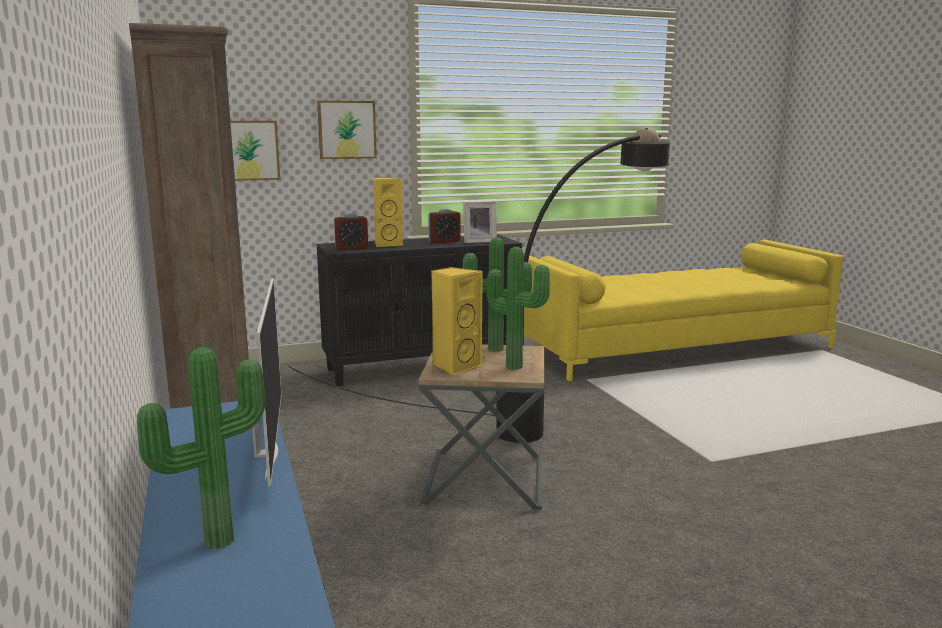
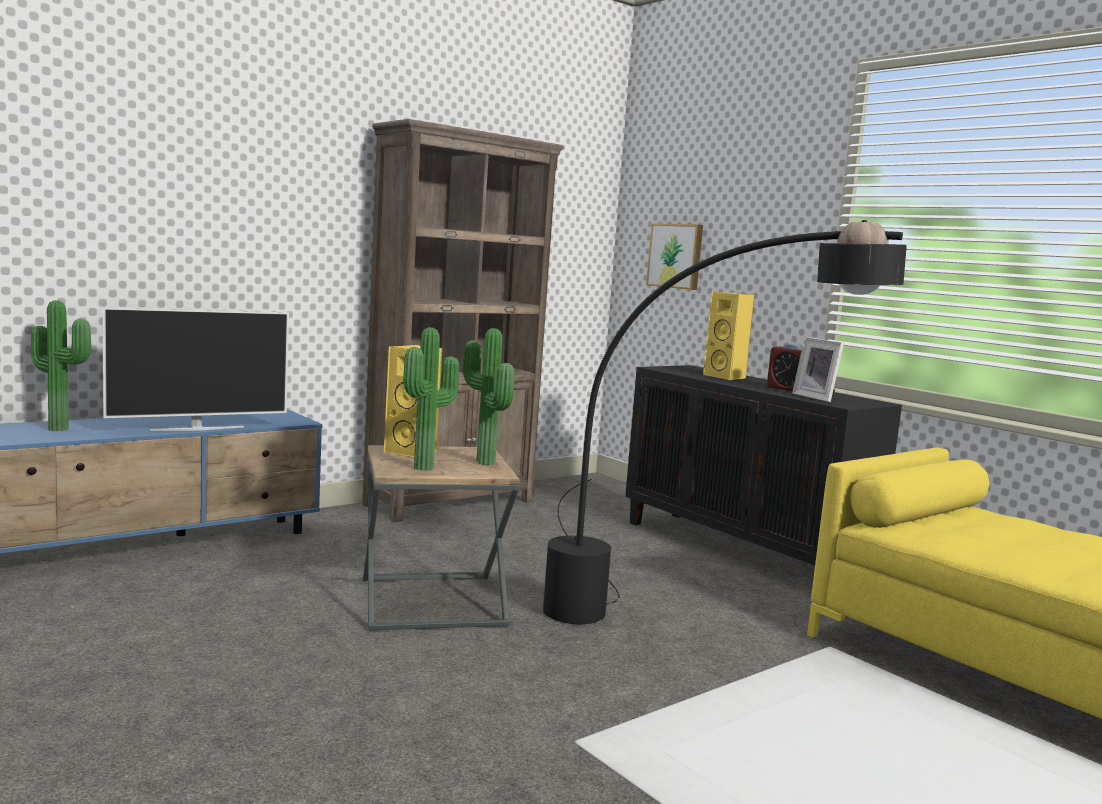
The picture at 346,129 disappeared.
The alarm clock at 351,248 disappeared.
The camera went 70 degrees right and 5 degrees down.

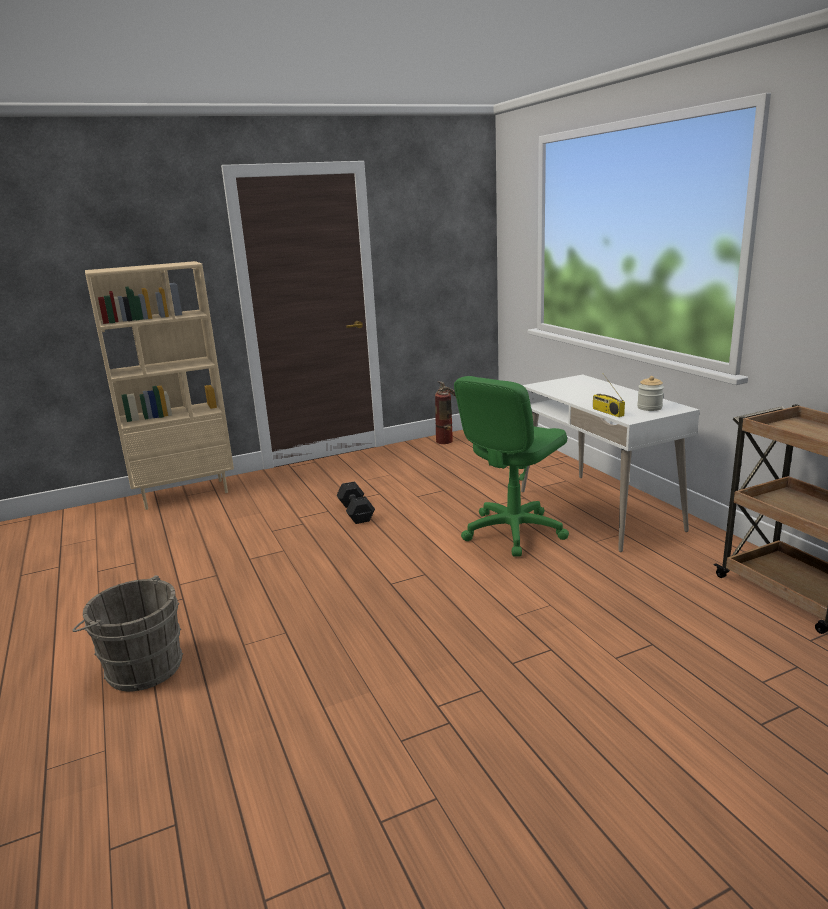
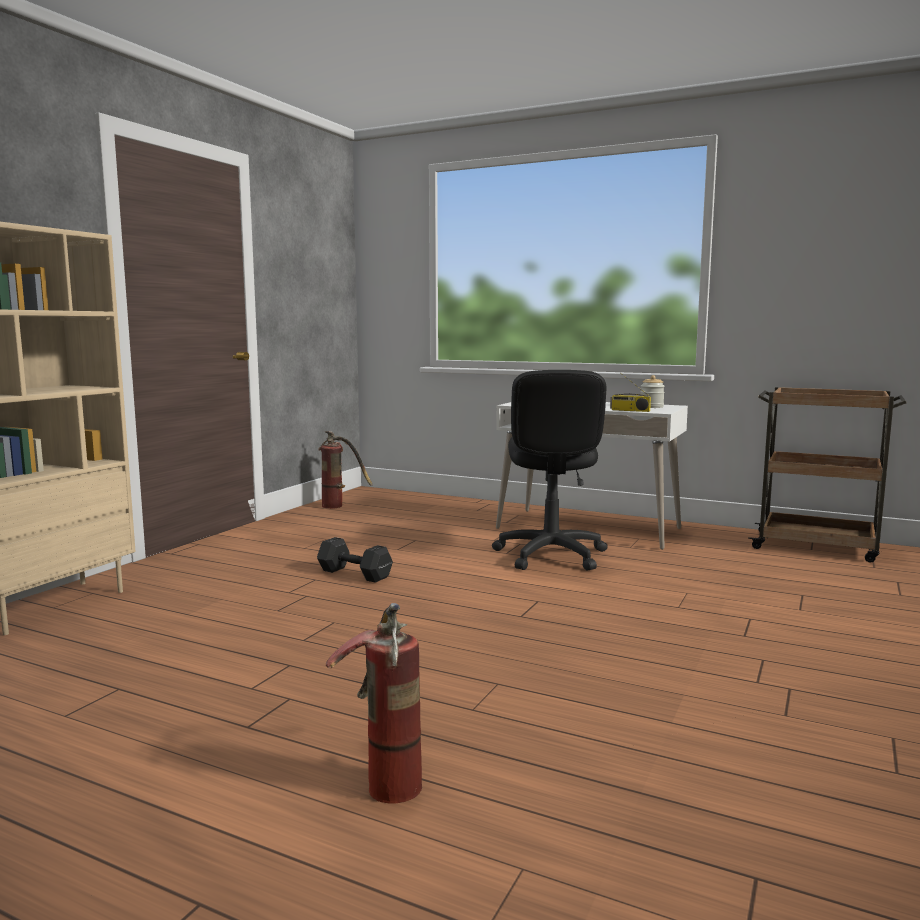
The bucket (grey) at 140,667 was replaced by the fire extinguisher at 382,777.
The office chair (green) at 513,532 became the office chair (black) at 550,555.
The camera went 40 degrees left and 10 degrees down.

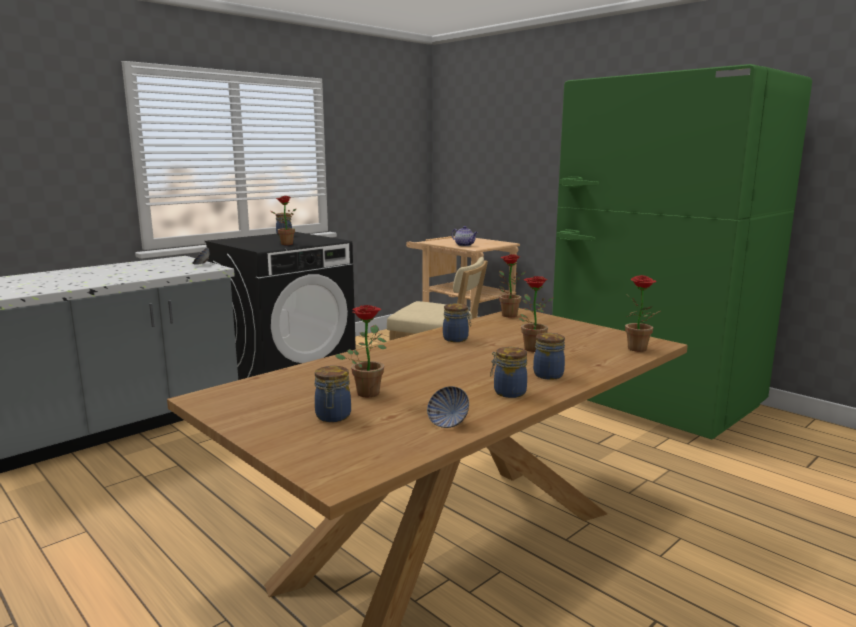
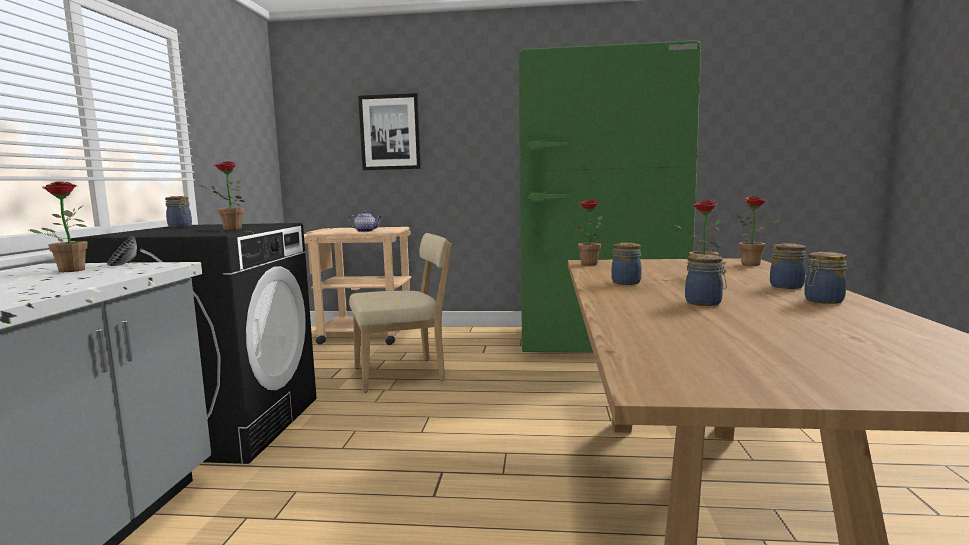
The bowl at 448,423 disappeared.
The picture at 390,132 appeared.
The jar moved from 333,417 to 704,303.
The potted plant moved from 367,391 to 70,270.
The camera went 40 degrees left and 5 degrees down.

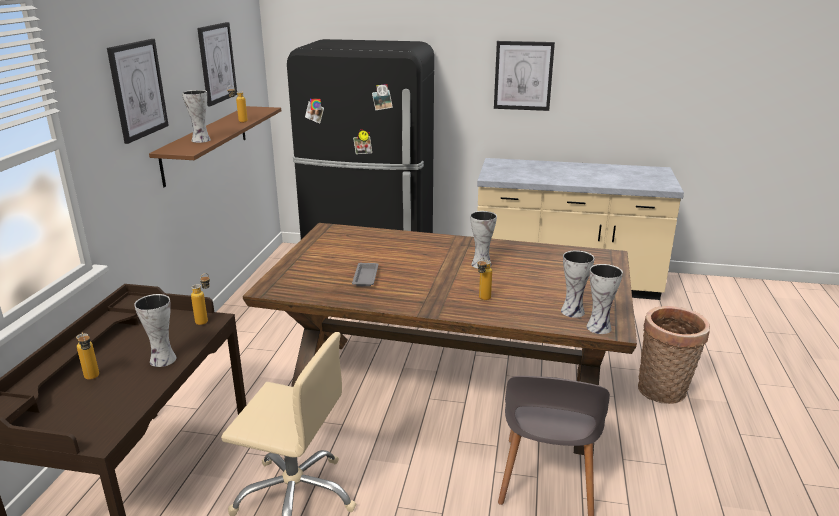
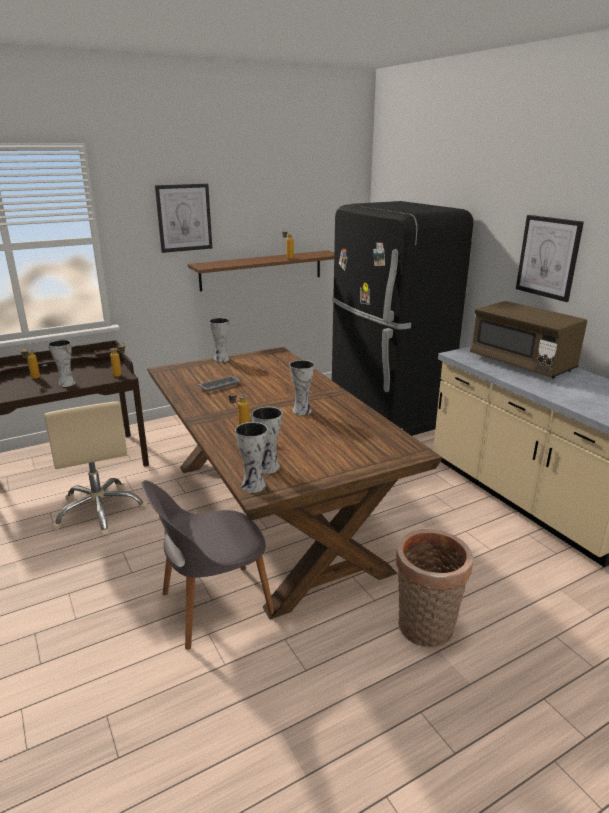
The picture at 217,63 disappeared.
The microwave (brown) at 521,364 appeared.
The vase moved from 200,140 to 220,359.
The camera went 50 degrees right and 0 degrees up.

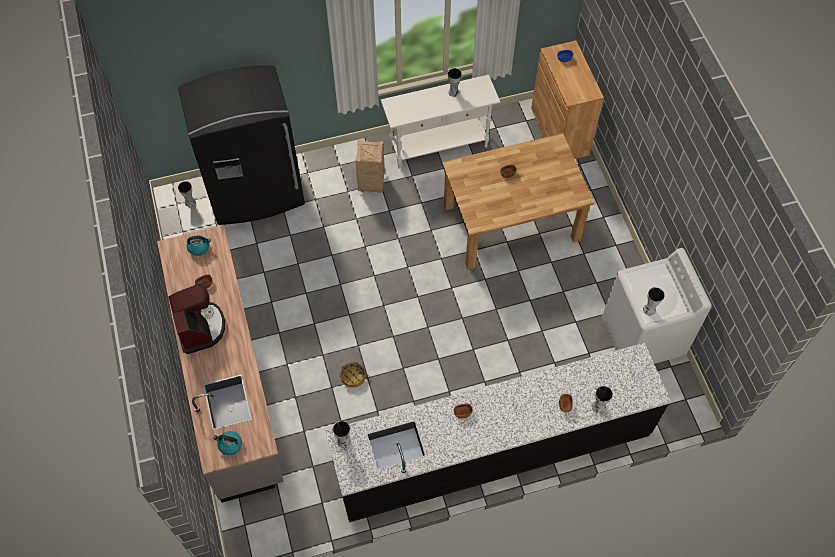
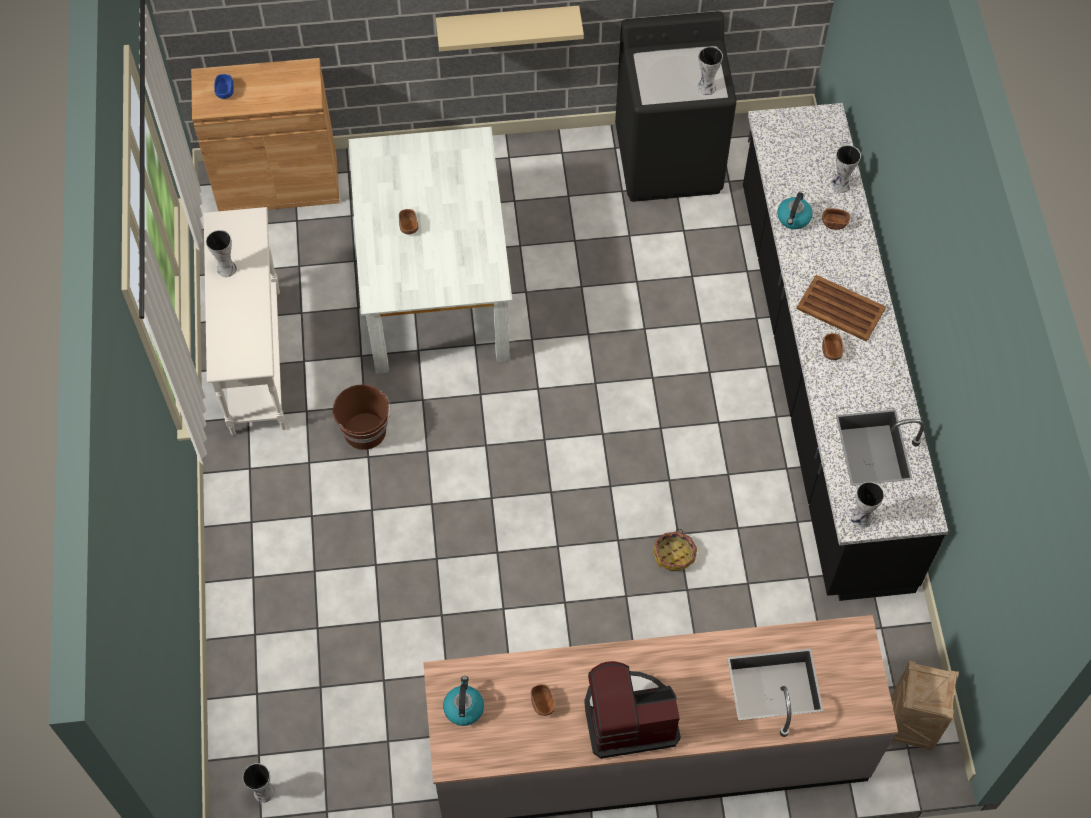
The fridge (black) at 256,193 disappeared.
The bucket (brown) at 365,431 appeared.
The shelf (beige) at 508,24 appeared.
The tray (brown) at 841,309 appeared.
The kettle moved from 230,445 to 793,218.
The crate moved from 371,184 to 911,726.
The dining table (brown) at 510,223 became the dining table (white) at 436,285.
The washing machine (white) at 642,337 became the washing machine (black) at 669,160.
The camera went 80 degrees left and 0 degrees up.

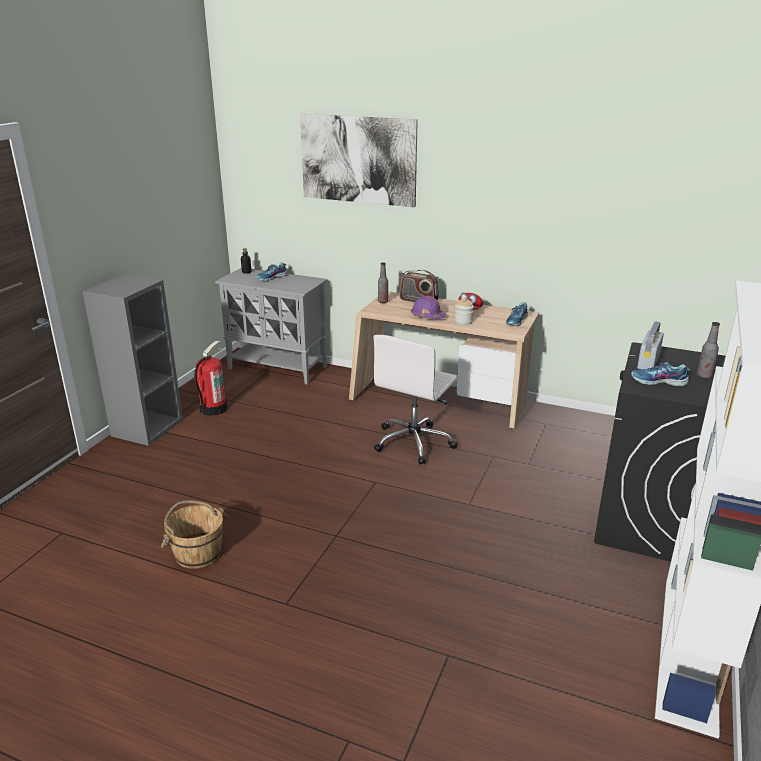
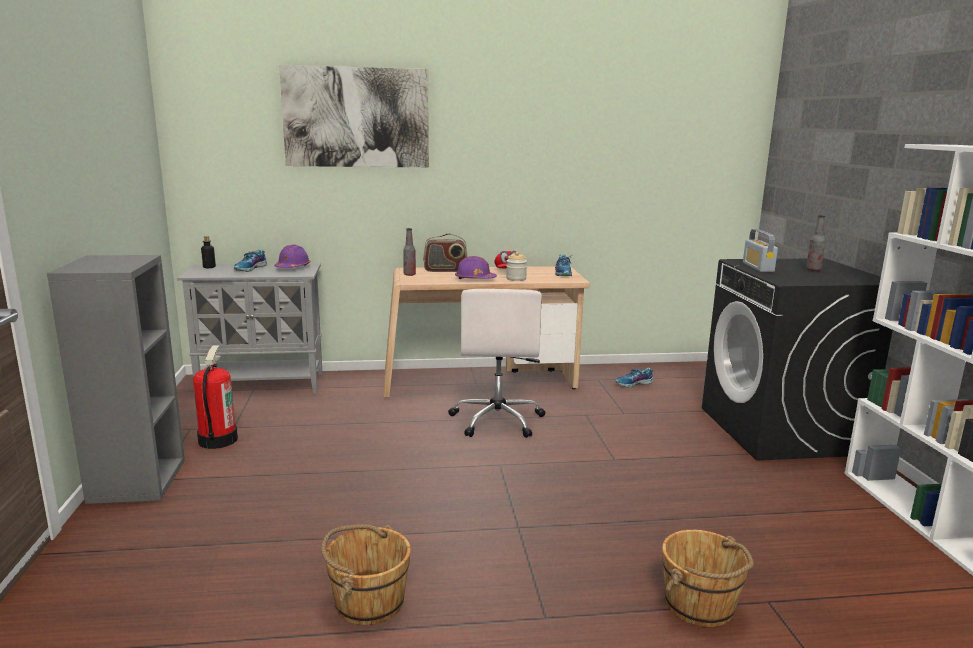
The hard hat (purple) at 292,267 appeared.
The bucket (brown) at 700,605 appeared.
The shoe moved from 658,382 to 634,383.
The camera went 30 degrees left and 10 degrees down.

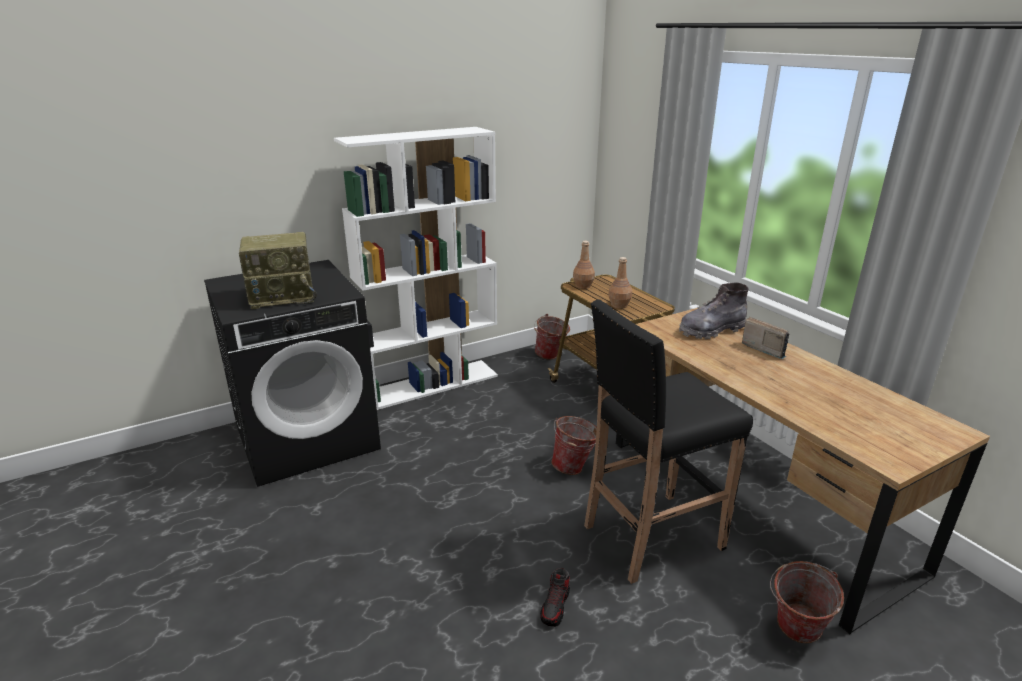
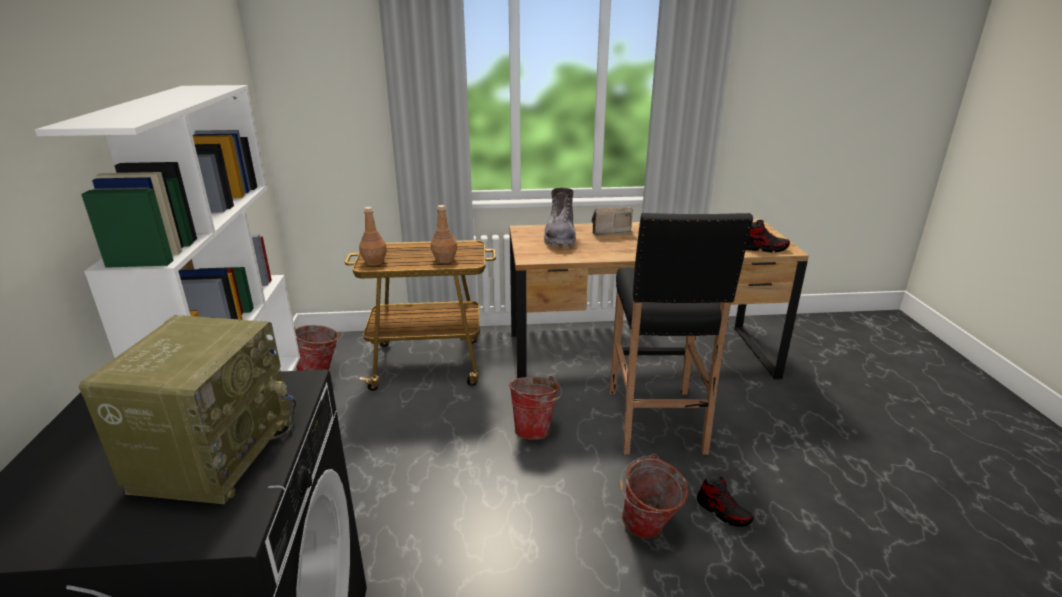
The shoe at 763,248 appeared.
The bucket moved from 793,633 to 648,531.
The camera went 65 degrees left and 0 degrees up.

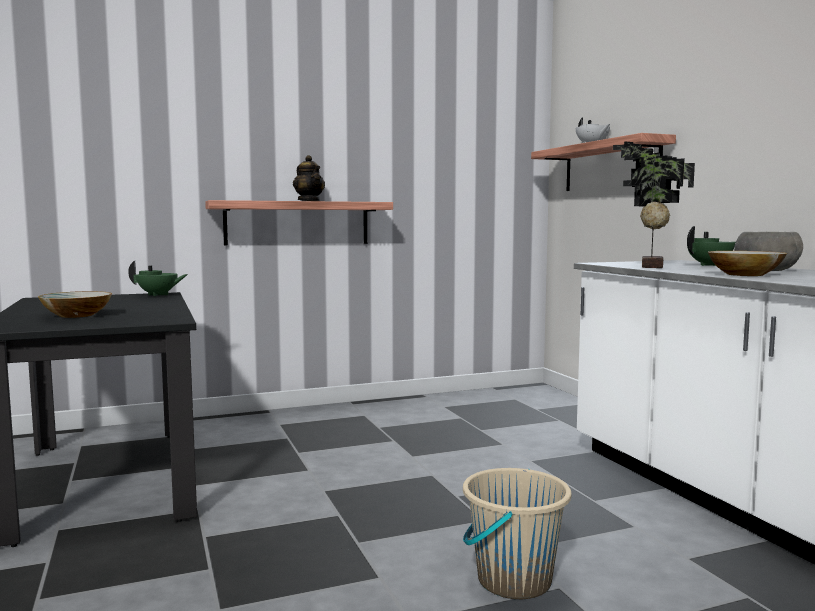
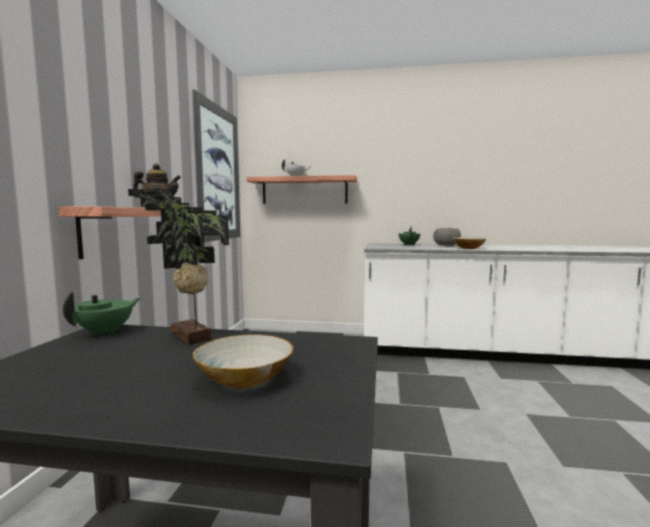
The bucket (beige) at 513,580 disappeared.
The picture at 218,173 appeared.
The potted plant moved from 649,266 to 188,337.
The camera went 60 degrees left and 0 degrees up.

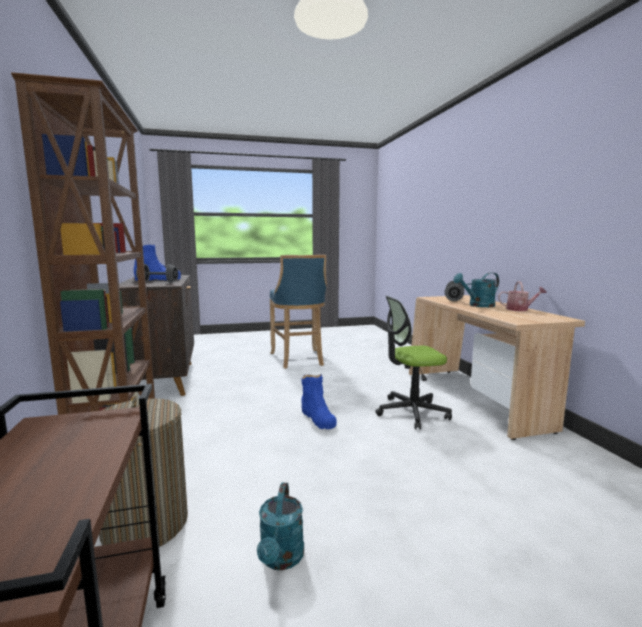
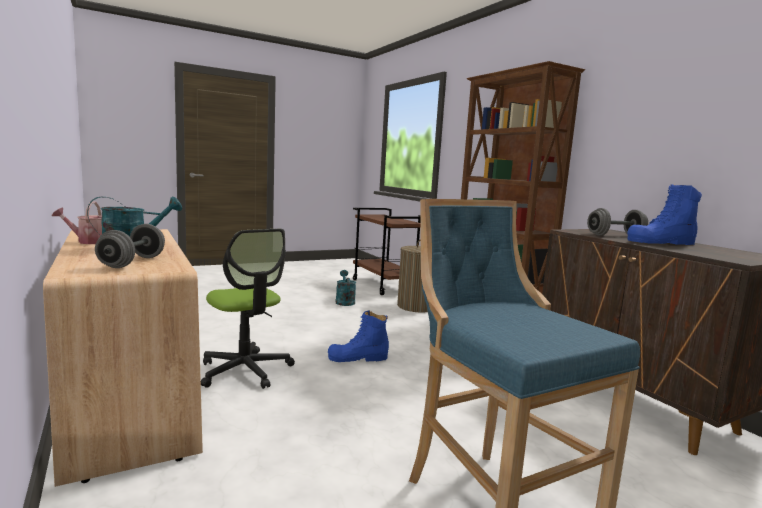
The boot (blue) at 318,418 turned 60 degrees counterclockwise.
The office chair at 411,412 turned 75 degrees clockwise.
The camera went 165 degrees right and 0 degrees up.

